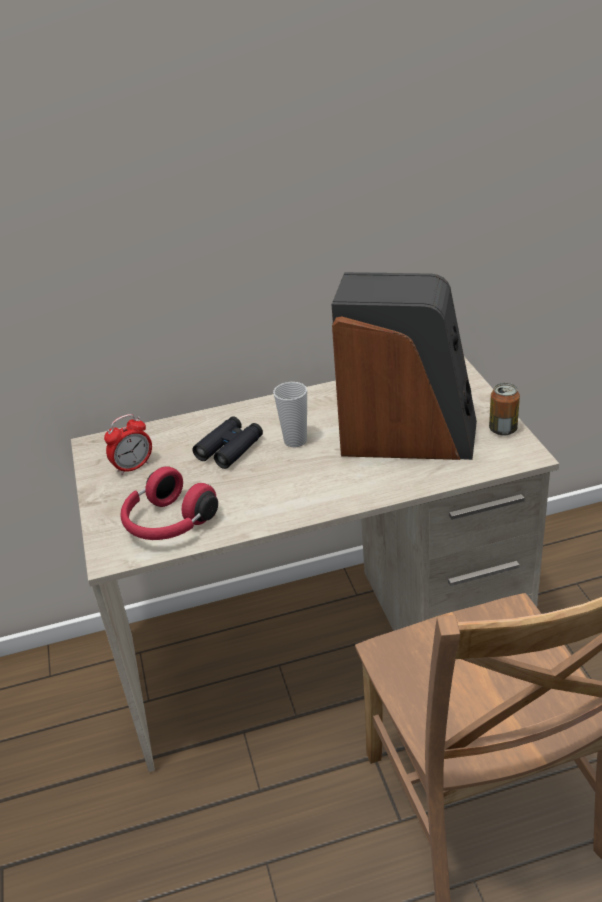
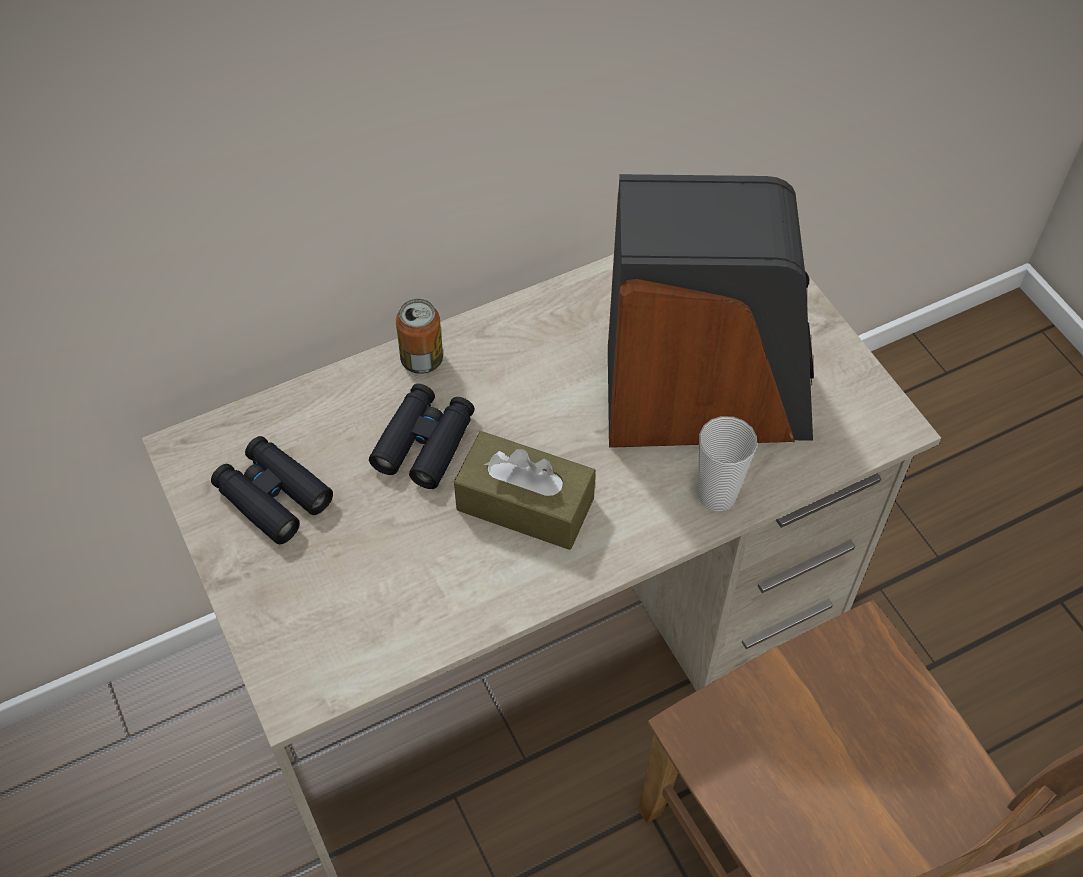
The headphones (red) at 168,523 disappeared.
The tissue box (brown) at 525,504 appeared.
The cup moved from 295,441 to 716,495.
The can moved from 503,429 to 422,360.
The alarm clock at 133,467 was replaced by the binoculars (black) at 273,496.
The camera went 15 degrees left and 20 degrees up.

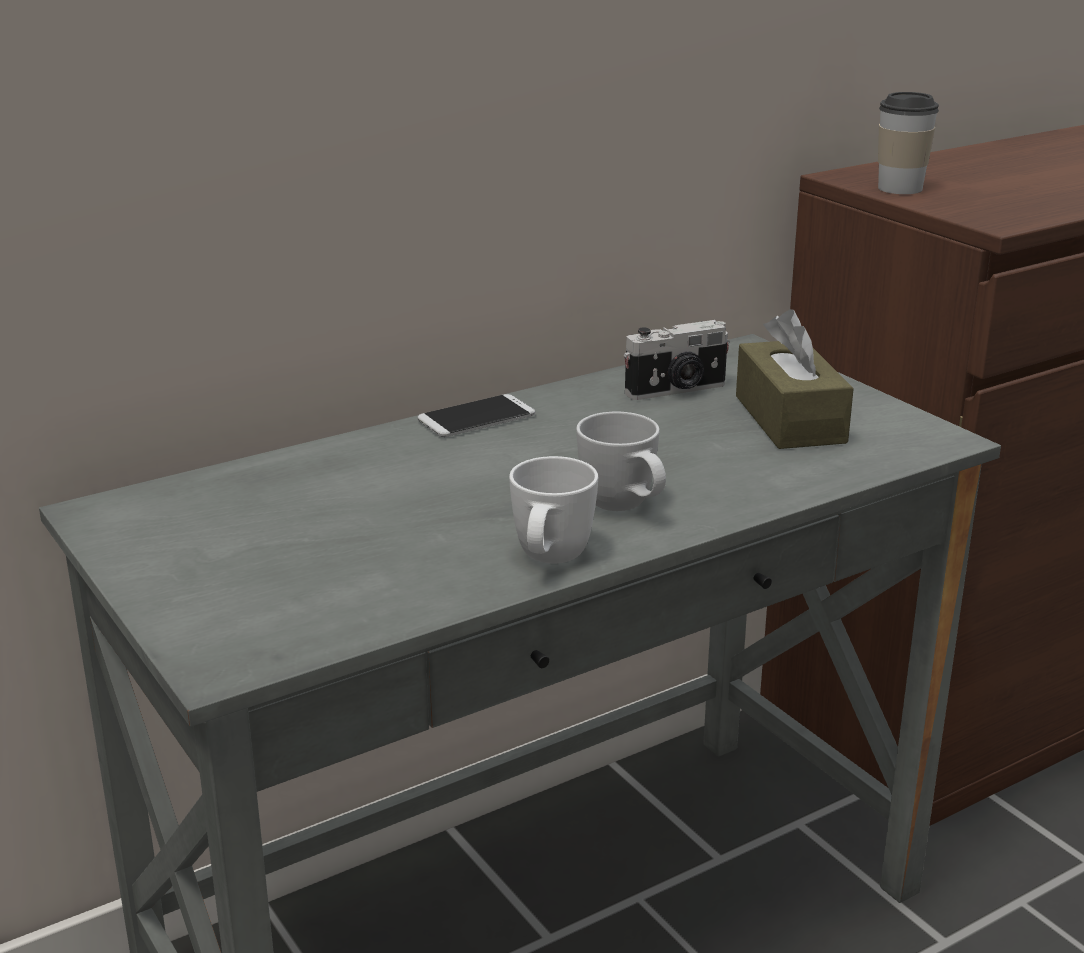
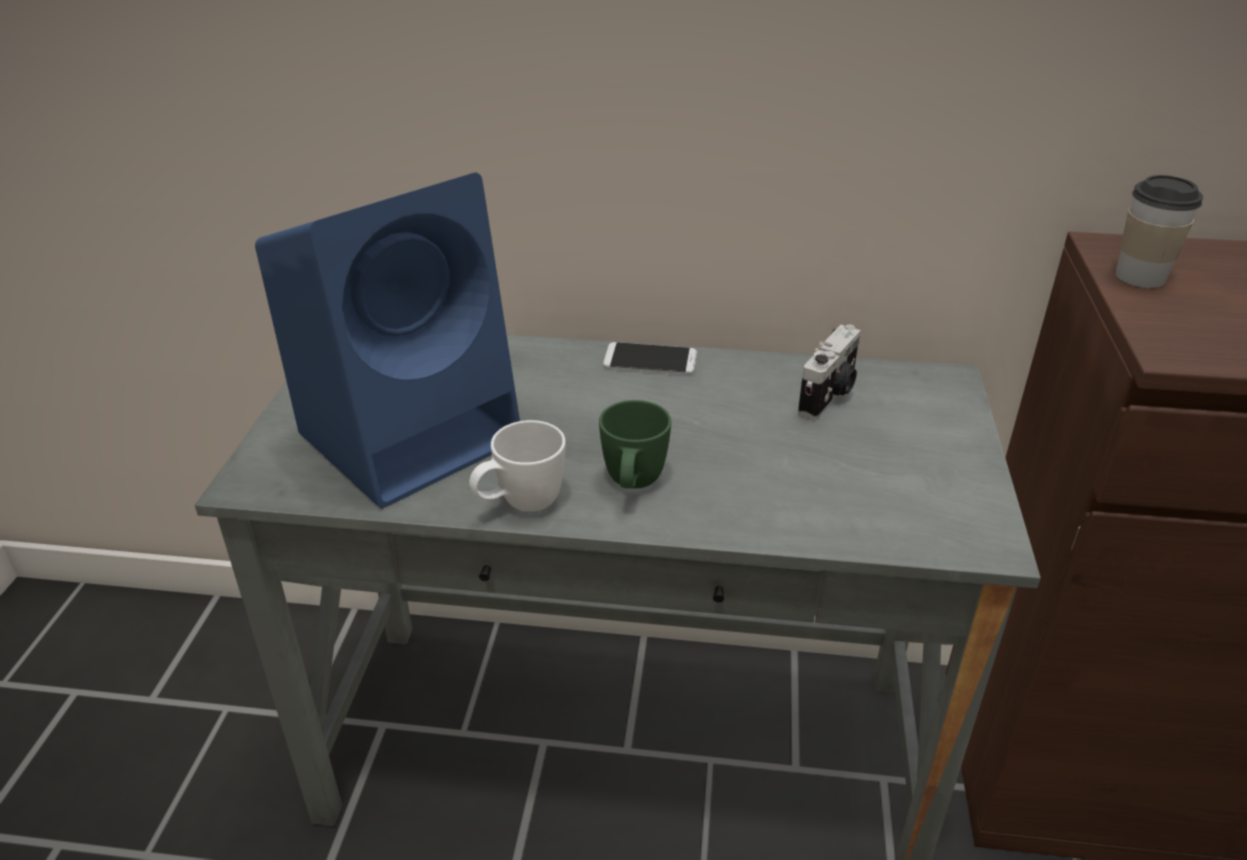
The tissue box (brown) at 789,419 disappeared.
The speaker (blue) at 414,433 appeared.
The mug (white) at 625,509 became the mug (green) at 633,486.
The photo camera at 677,390 turned 75 degrees counterclockwise.
The camera went 40 degrees right and 10 degrees up.

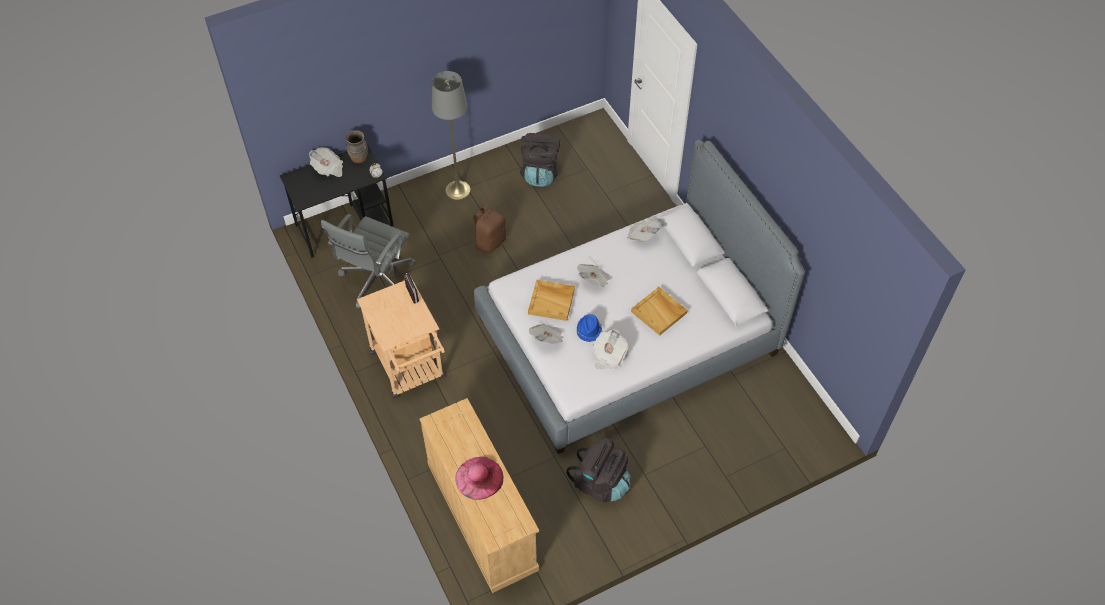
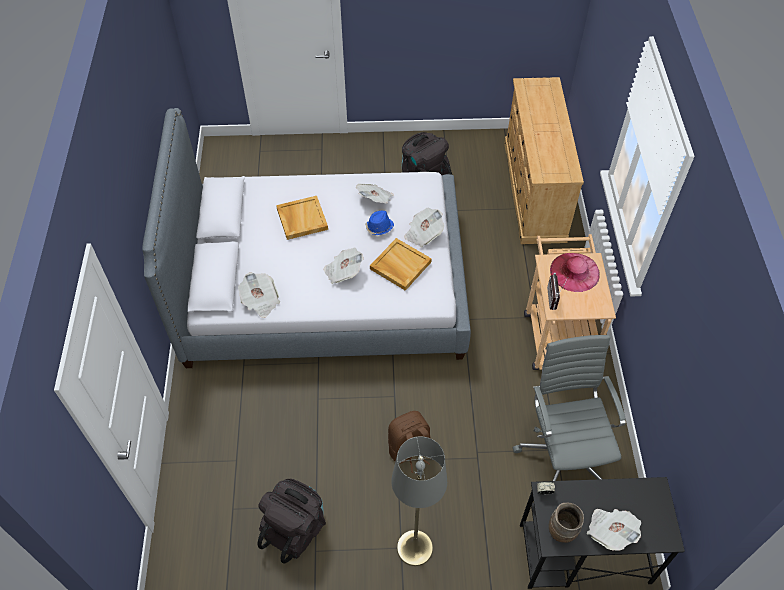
The hat (pink) moved from 479,478 to 574,272.
The office chair (grey) at 376,281 turned 60 degrees counterclockwise.
The camera went 155 degrees left and 0 degrees up.

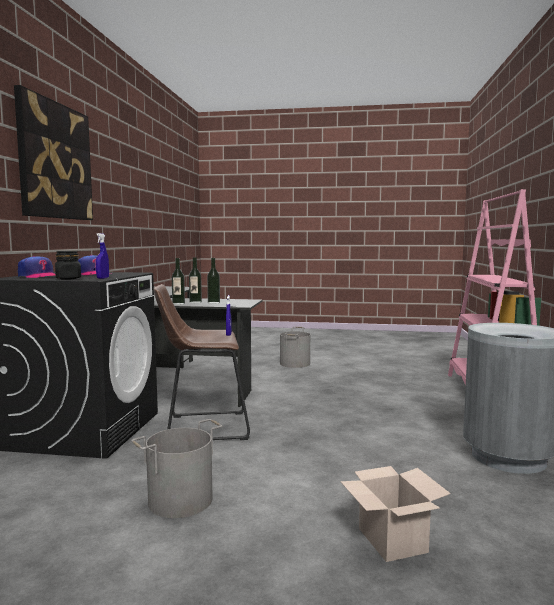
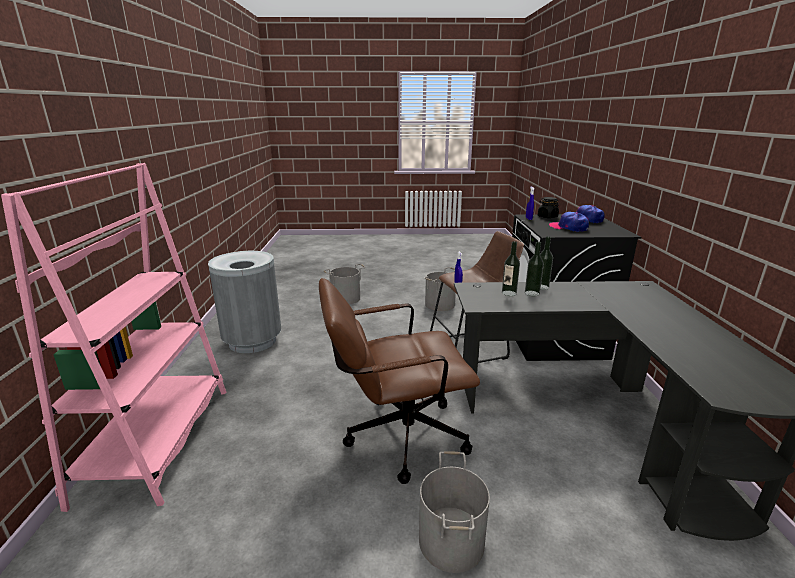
The picture at 55,161 disappeared.
The office chair (brown) at 395,437 appeared.
The cardboard box at 390,539 was replaced by the bucket (grey) at 346,299.
The camera went 170 degrees right and 15 degrees up.

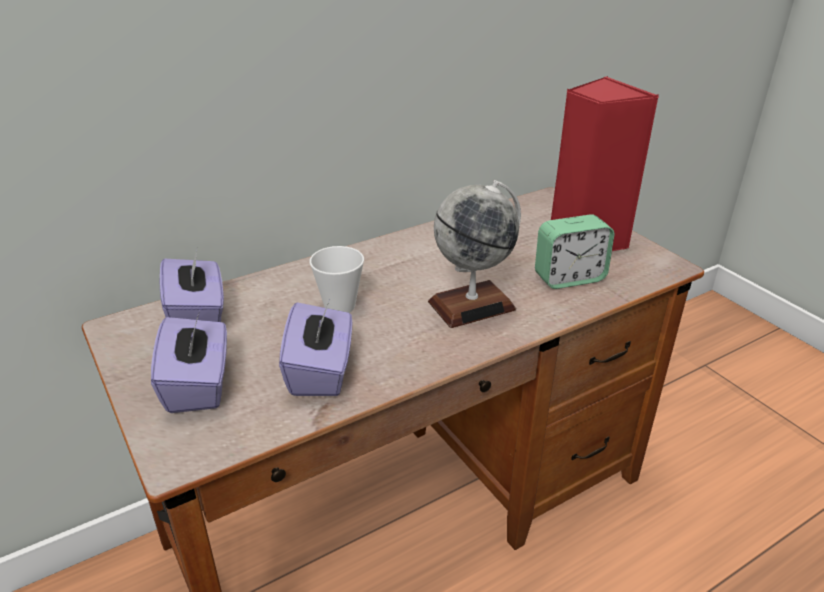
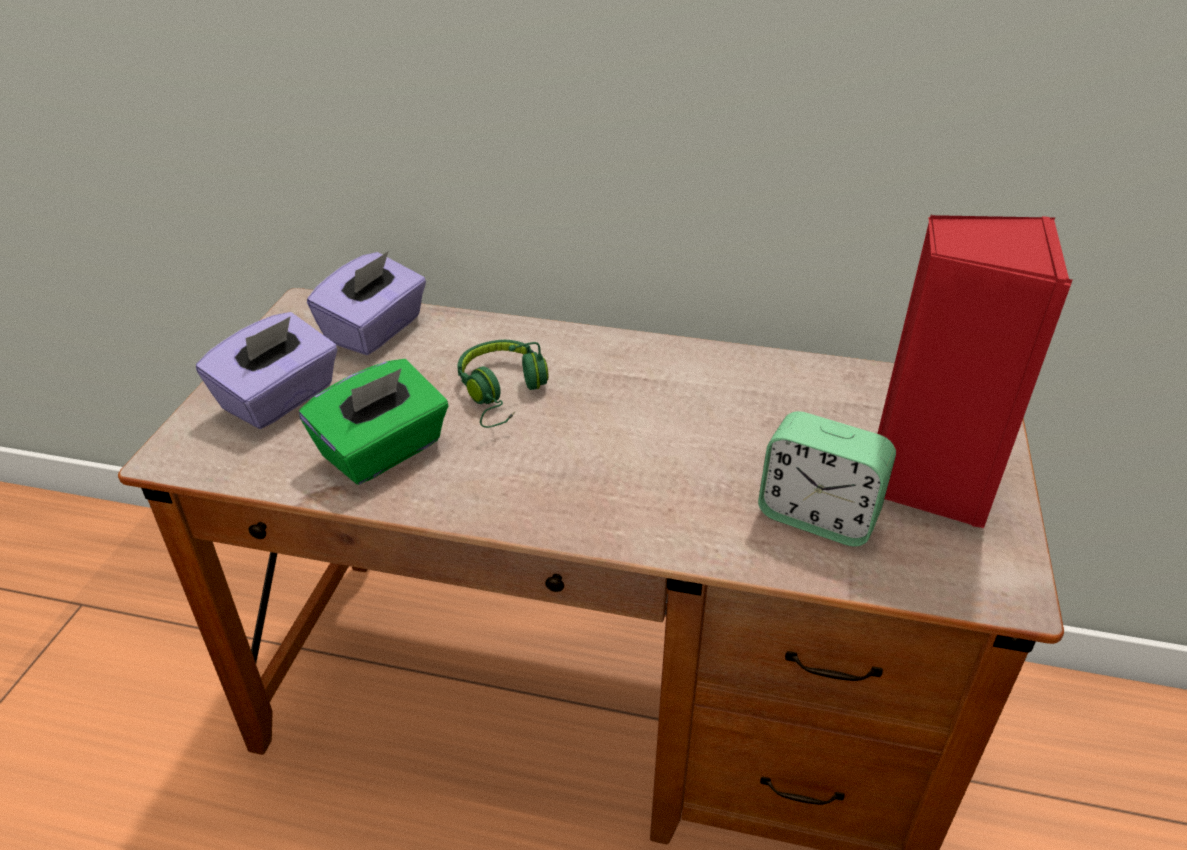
The globe at 471,305 disappeared.
The cup at 339,306 was replaced by the headphones (green) at 503,393.
The tissue box (purple) at 321,371 became the tissue box (green) at 383,451.
The camera went 45 degrees right and 5 degrees up.

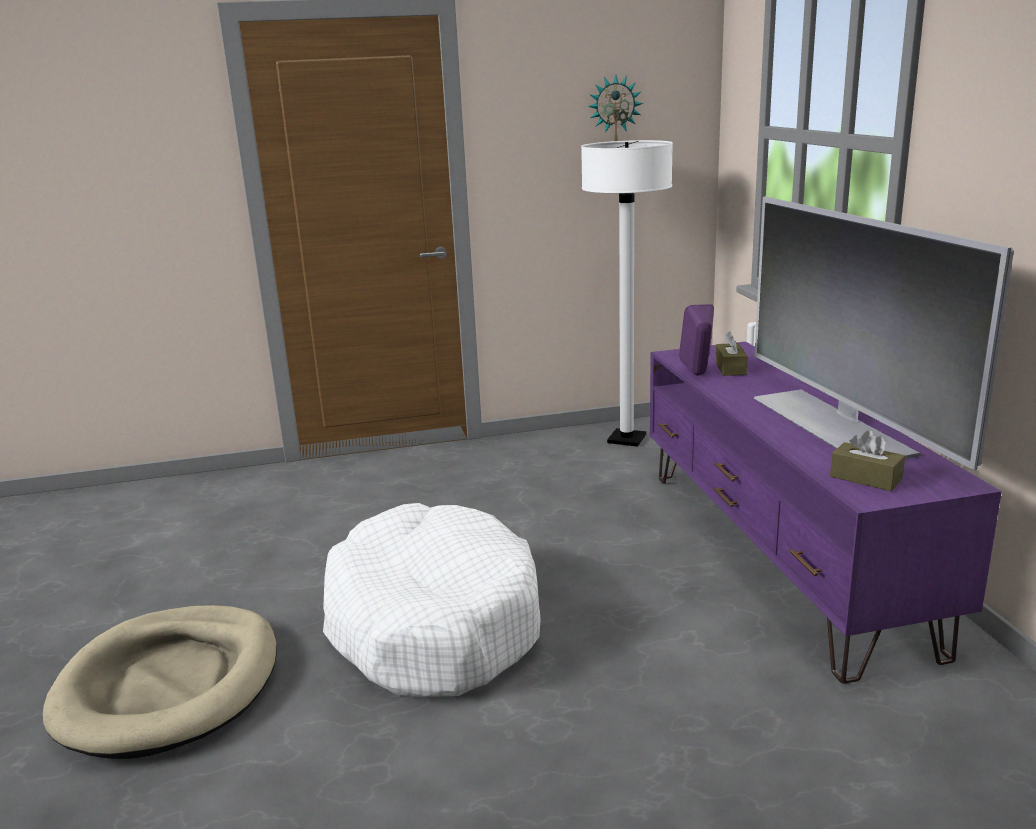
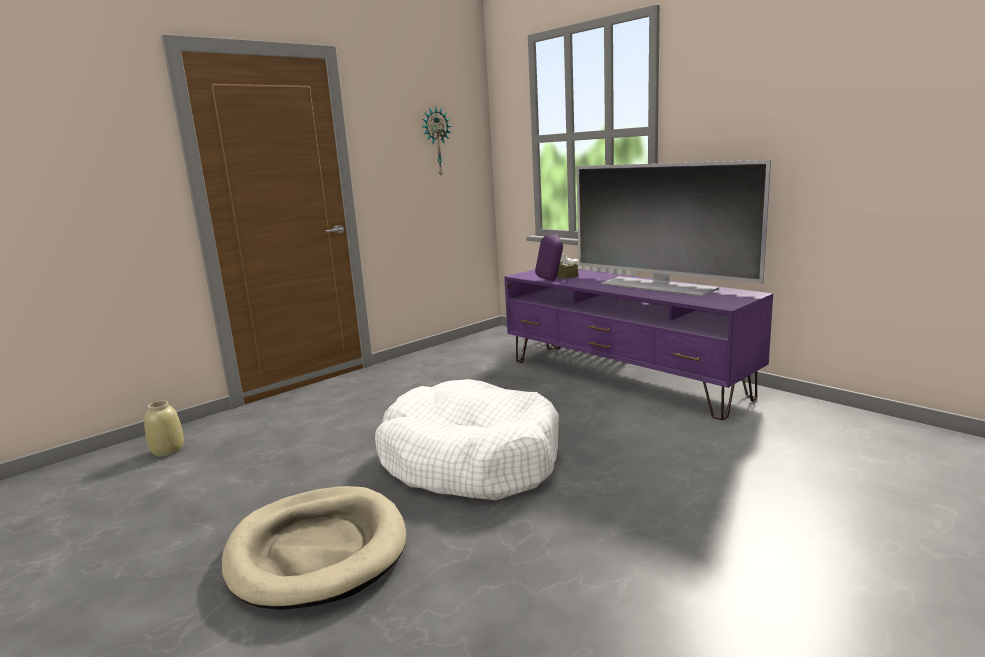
The floor lamp (white) at 626,439 disappeared.
The tissue box (brown) at 865,478 disappeared.
The vase (beige) at 168,450 appeared.
The camera went 30 degrees left and 5 degrees down.

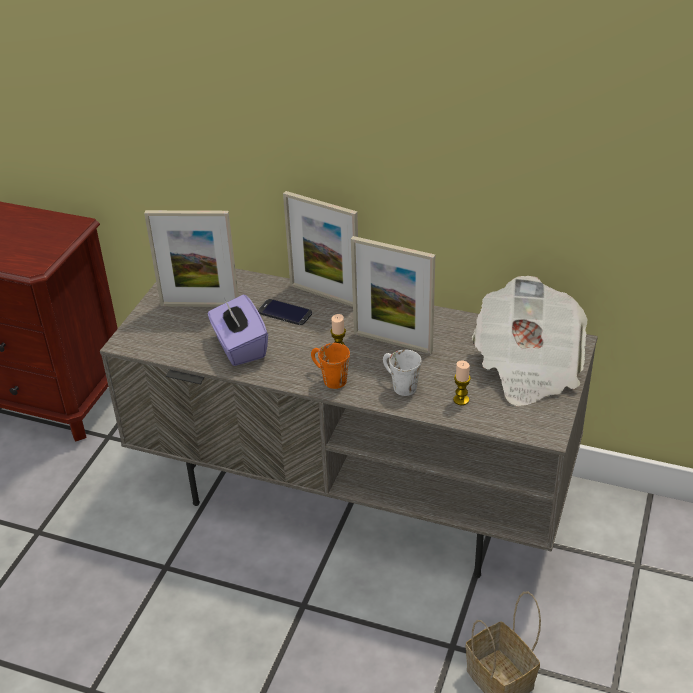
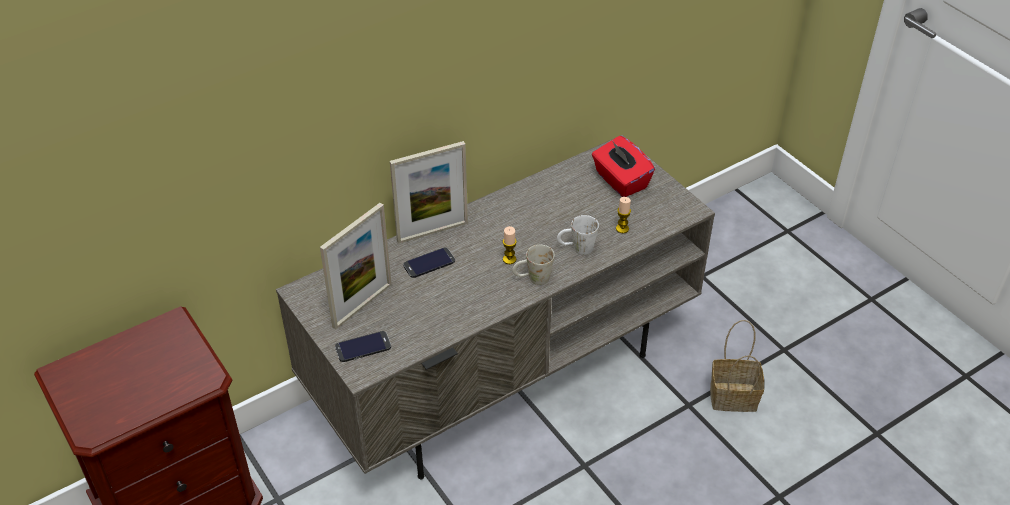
The tissue box (purple) at 239,347 disappeared.
The picture frame at 392,342 disappeared.
The phone at 363,347 appeared.
The newspaper at 527,366 was replaced by the tissue box (red) at 620,181.
The mug (orange) at 329,378 became the mug (white) at 532,279.
The camera went 55 degrees left and 5 degrees up.

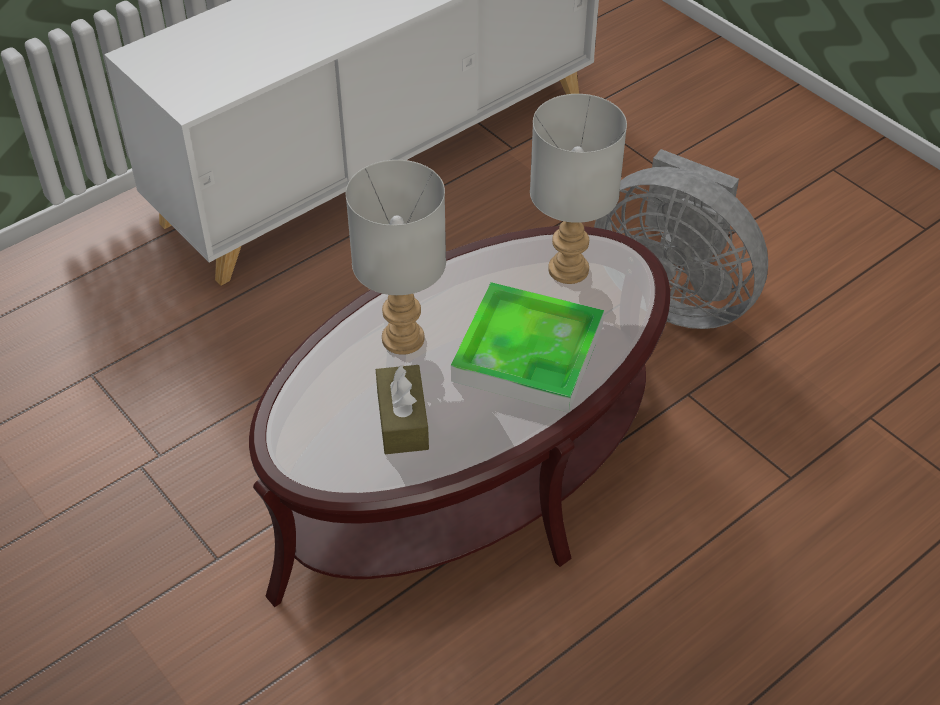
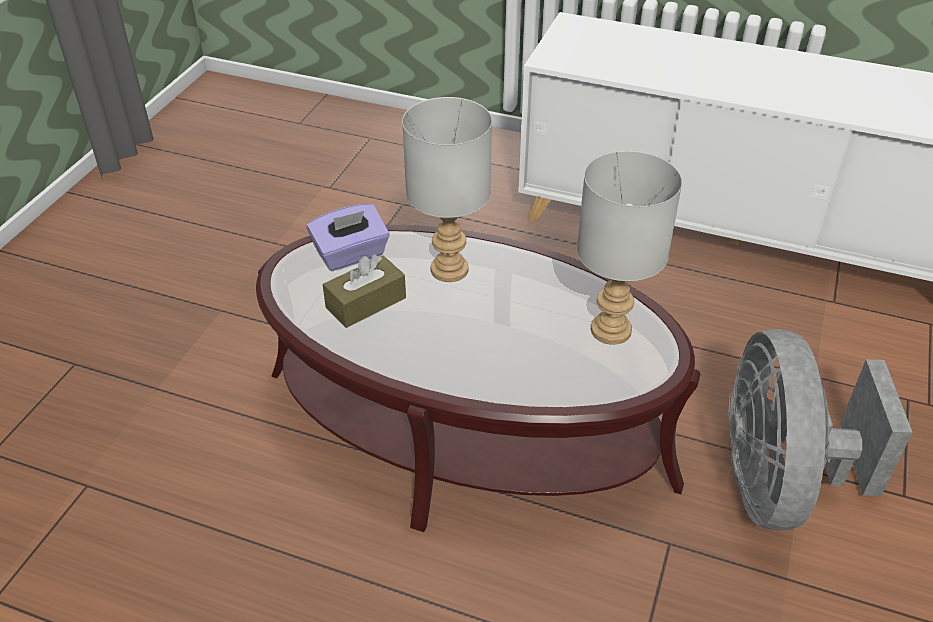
The tray at 528,353 disappeared.
The tissue box (purple) at 351,255 appeared.
The camera went 60 degrees right and 5 degrees down.

